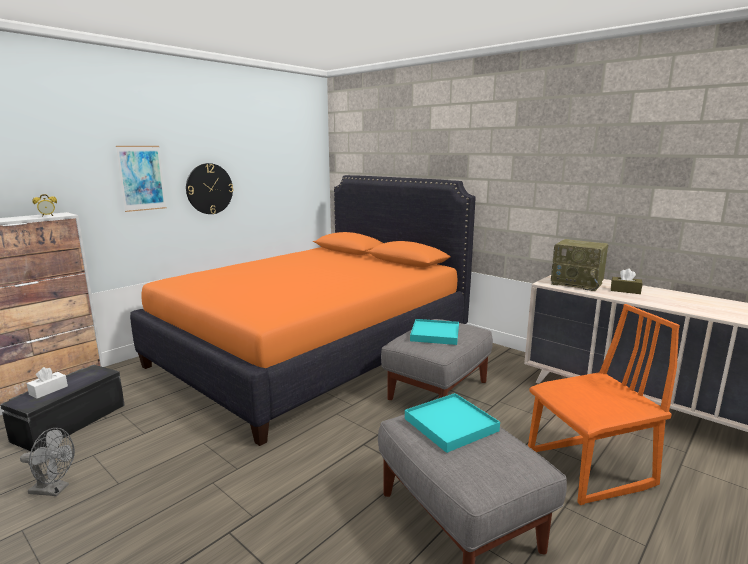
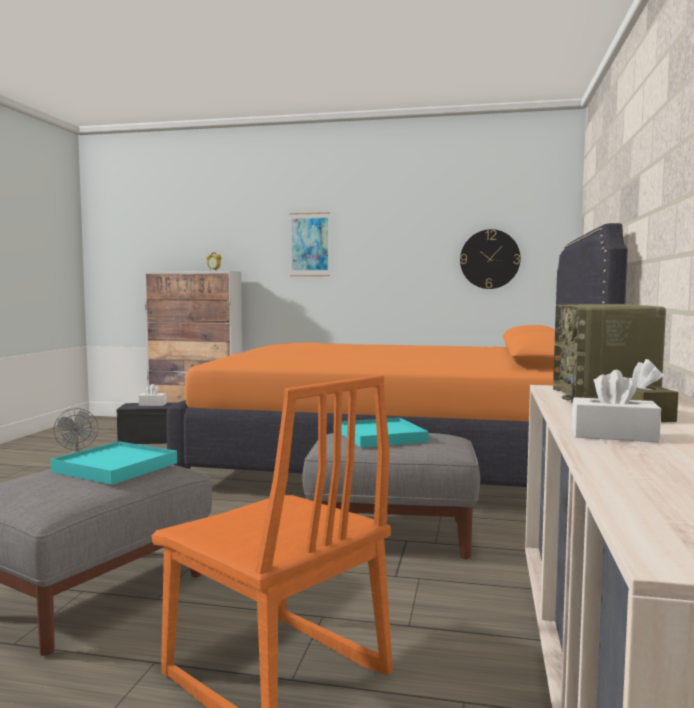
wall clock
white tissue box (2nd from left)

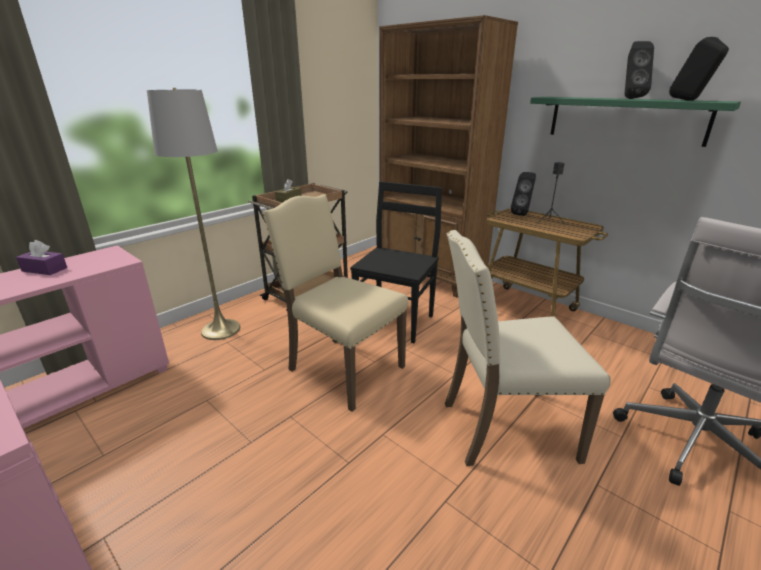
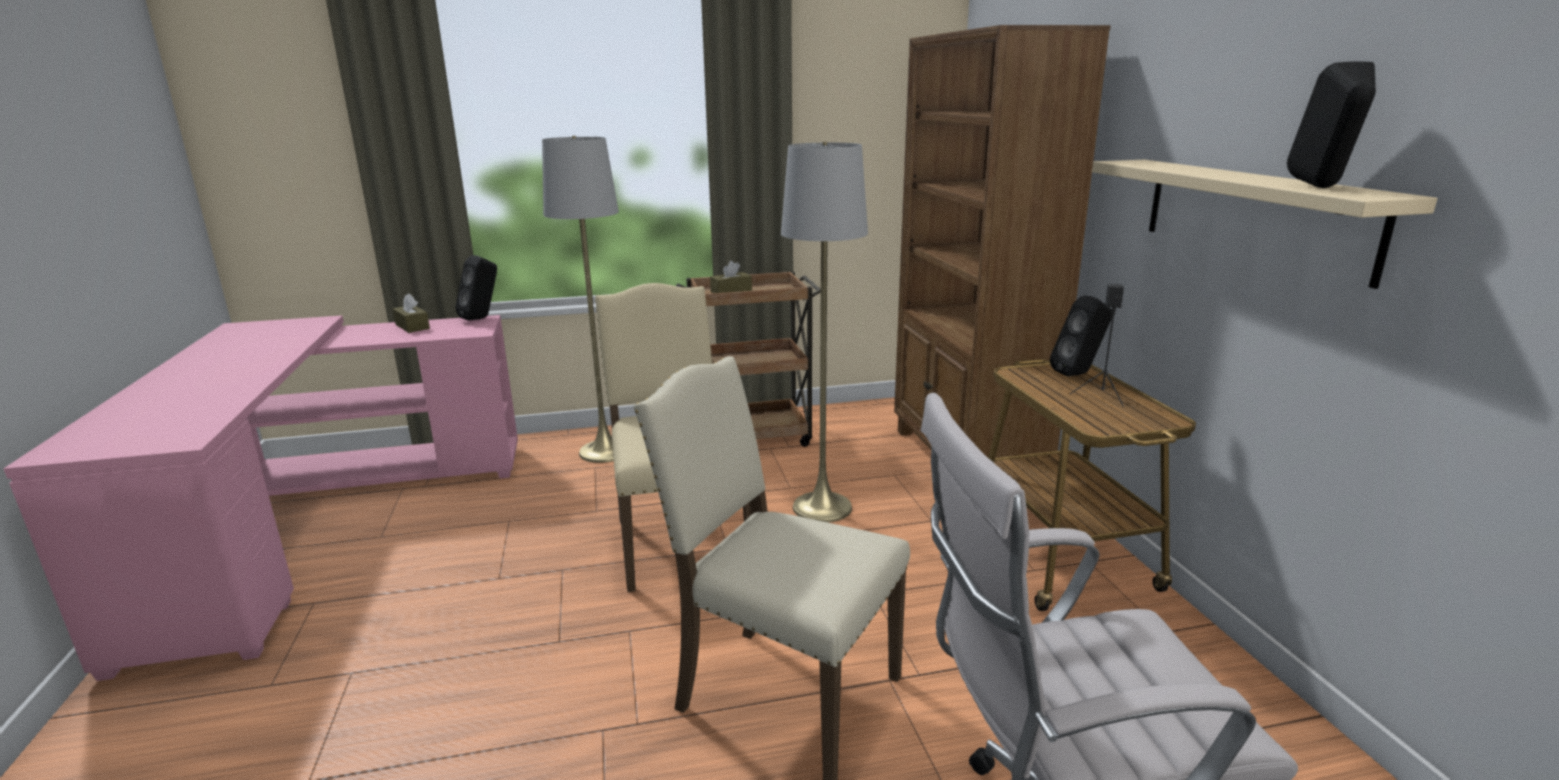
black speaker (1st from left)
beige shelf
grey floor lamp (2nd from left)
brown tissue box (1st from left)

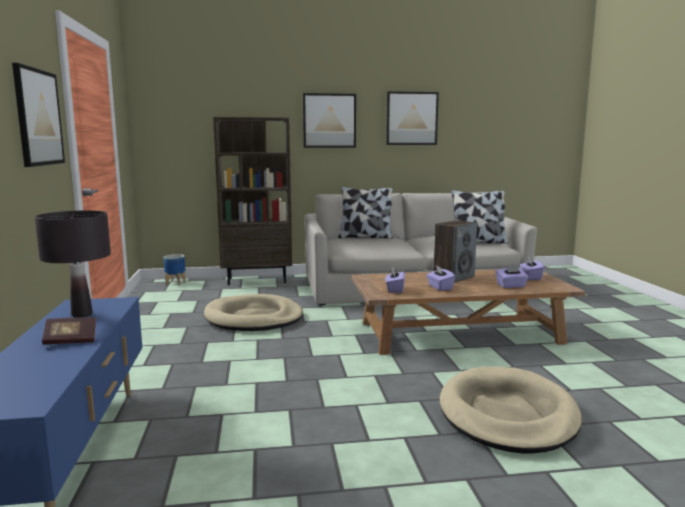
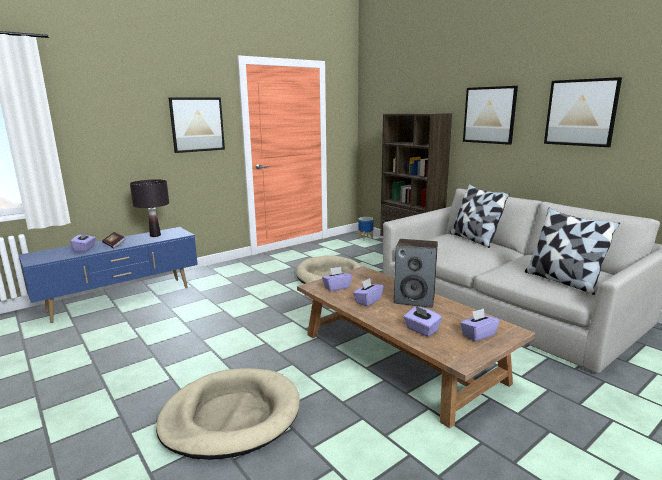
purple tissue box (1st from left)

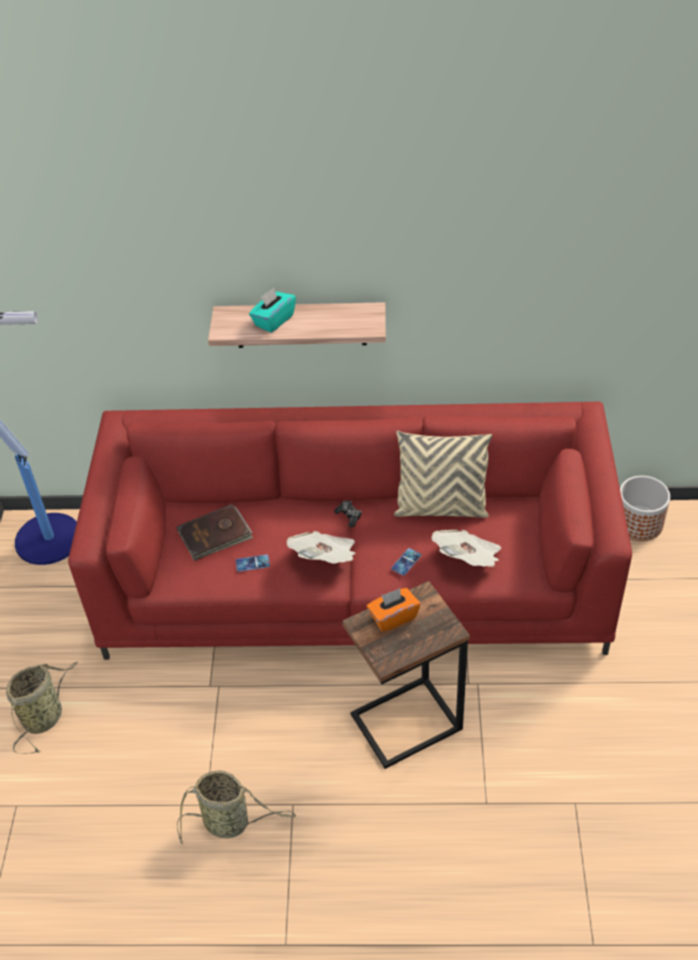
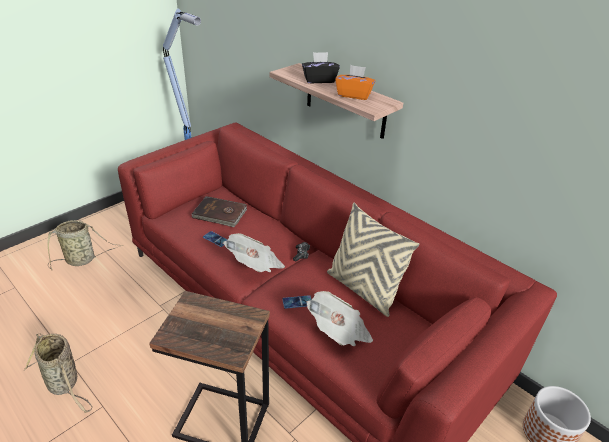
black tissue box
orange tissue box

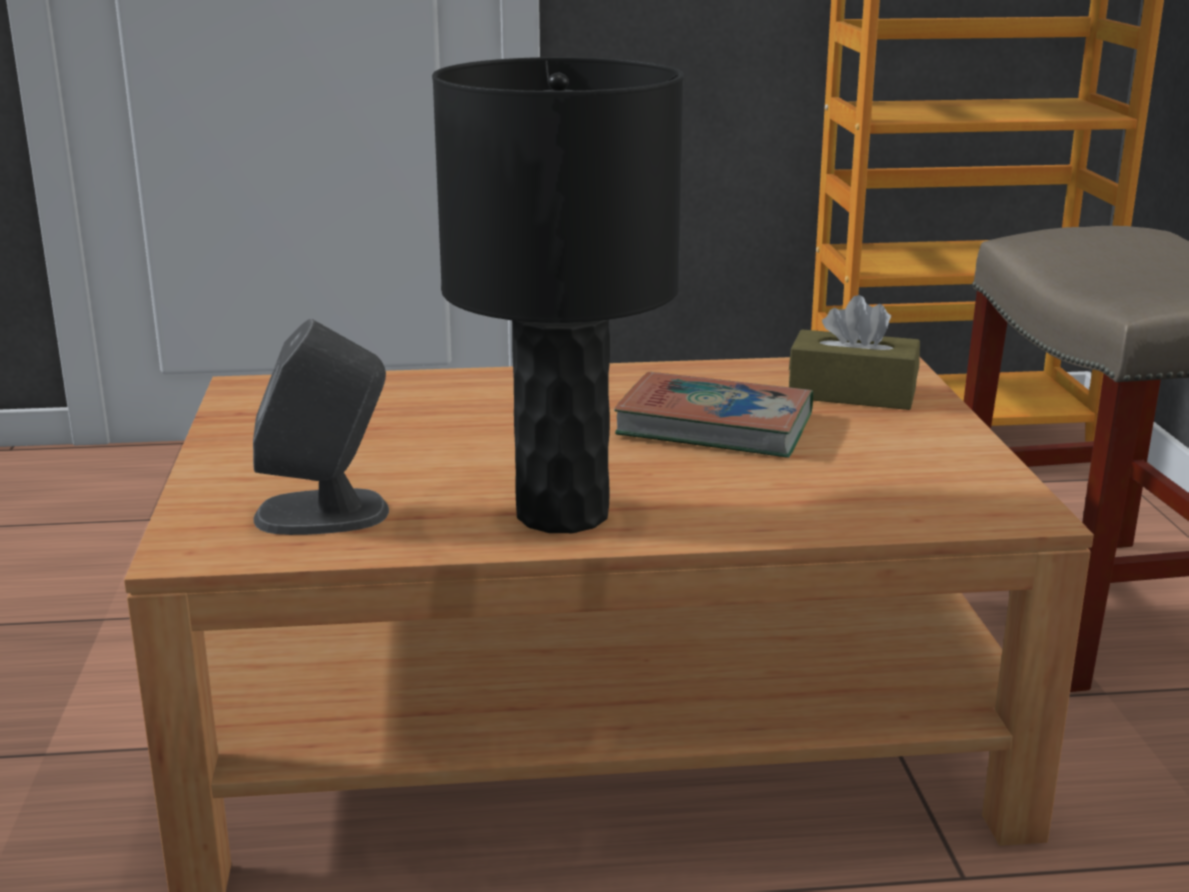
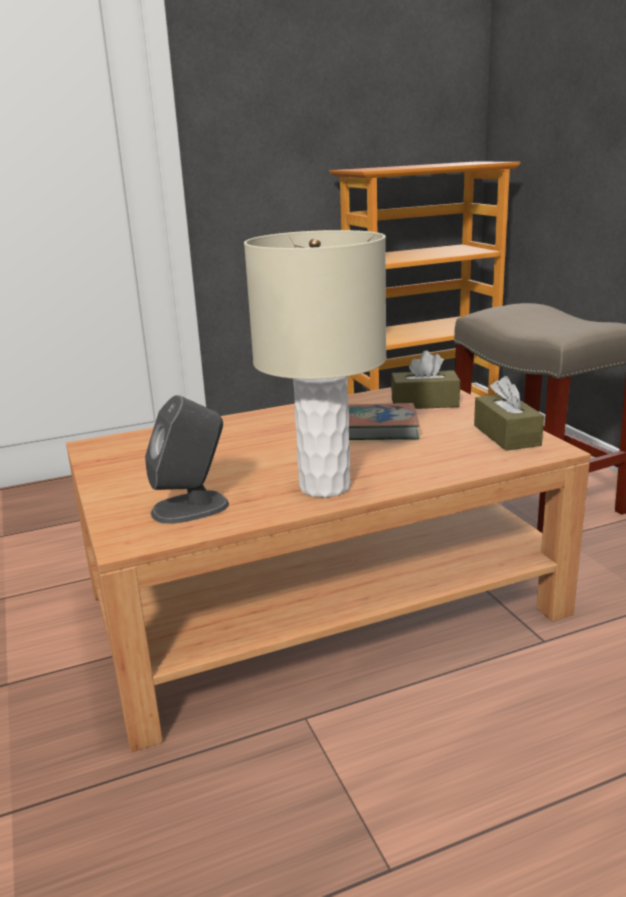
beige table lamp
brown tissue box (2nd from left)

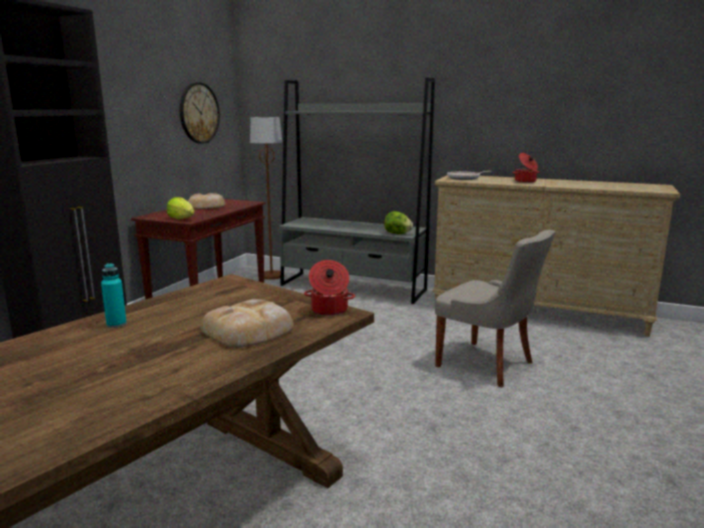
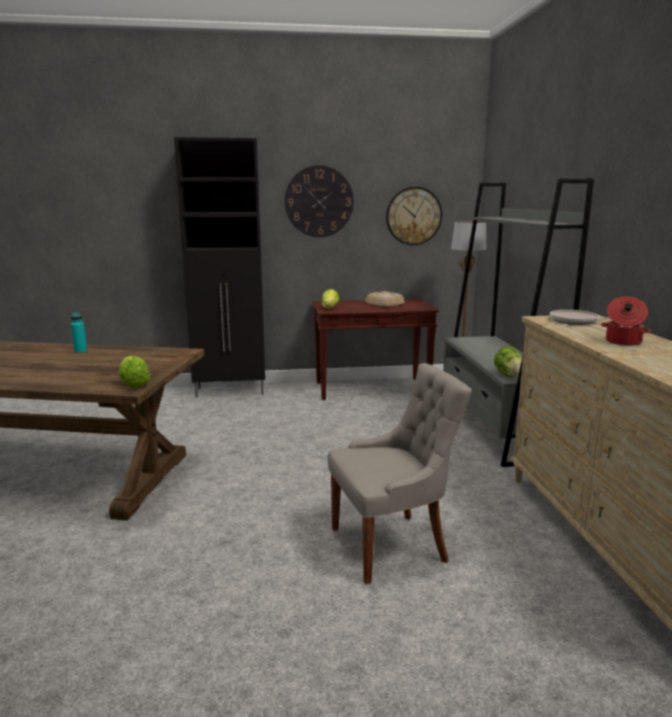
grey chair
lettuce (1st from left)
bread (2nd from left in the first image)
wall clock (1st from left)

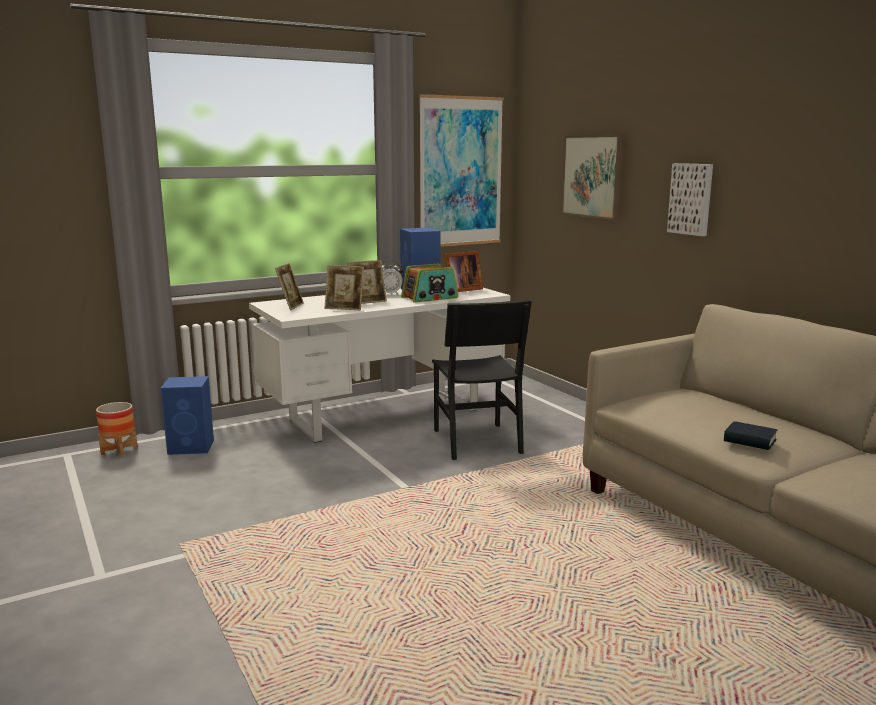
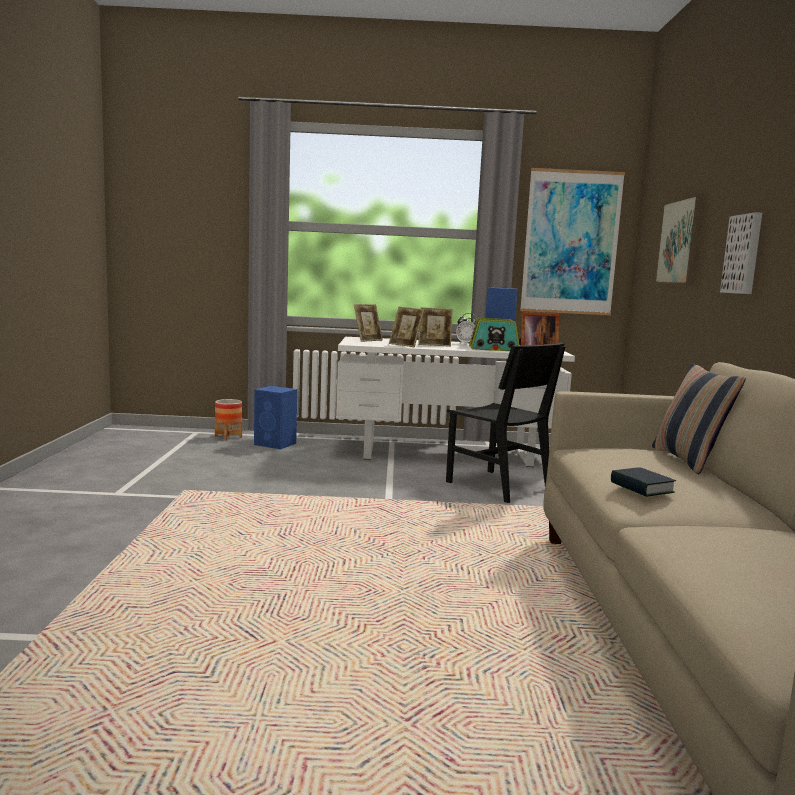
black chair
pillow

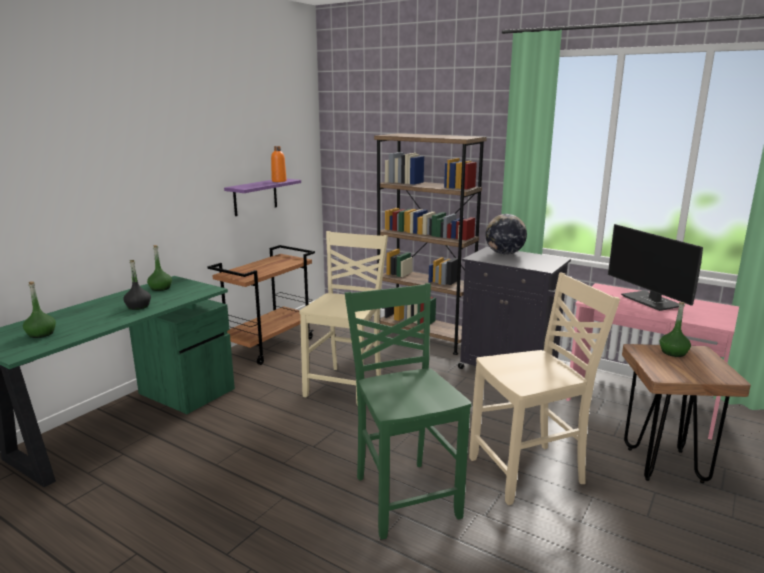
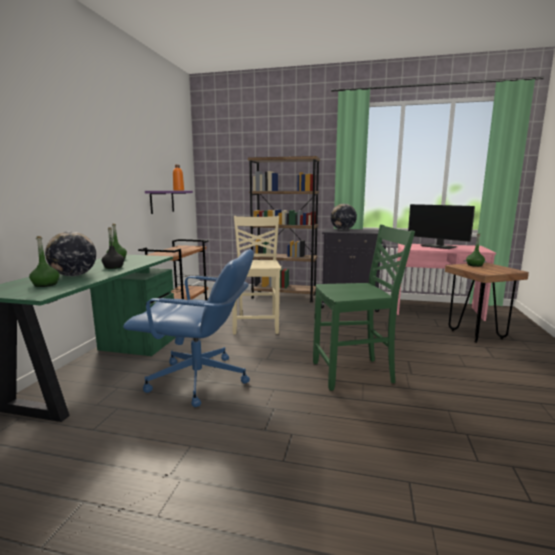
beige chair (2nd from left in the first image)
green chair
globe (1st from left)
blue office chair

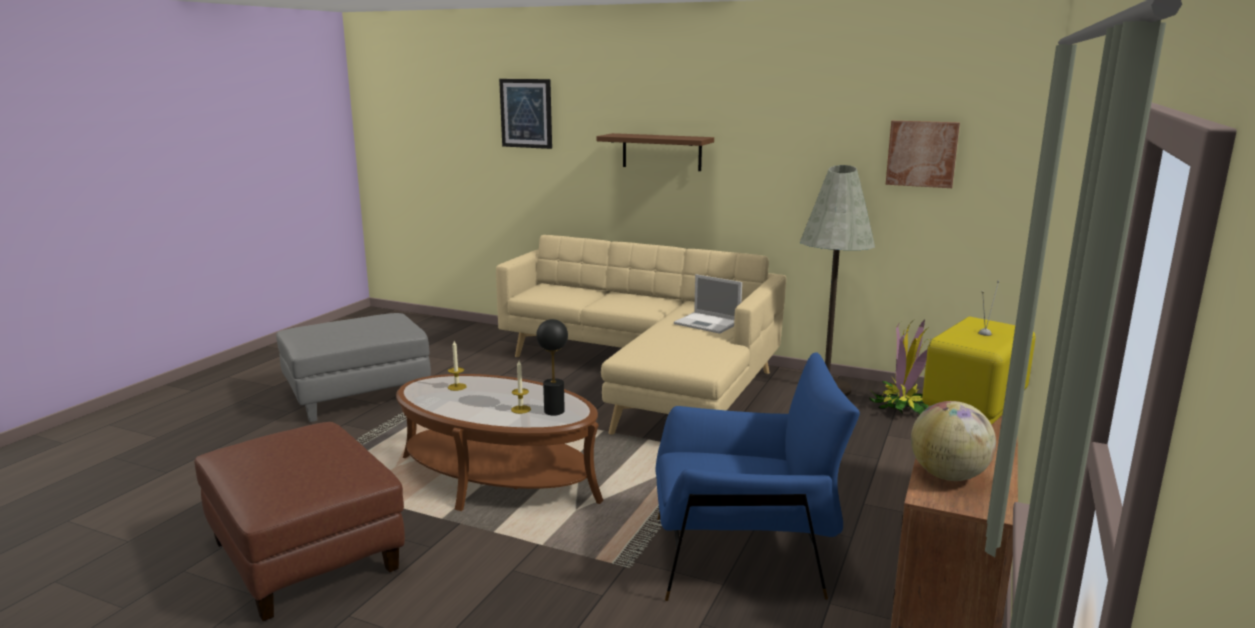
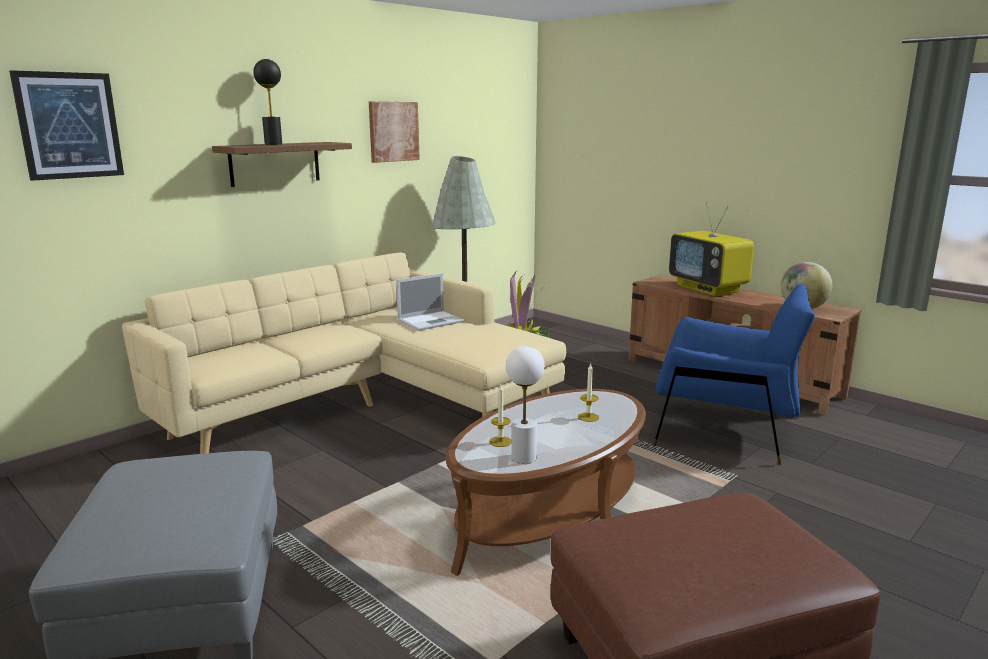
picture (2nd from left)
black table lamp
blue armchair
white table lamp

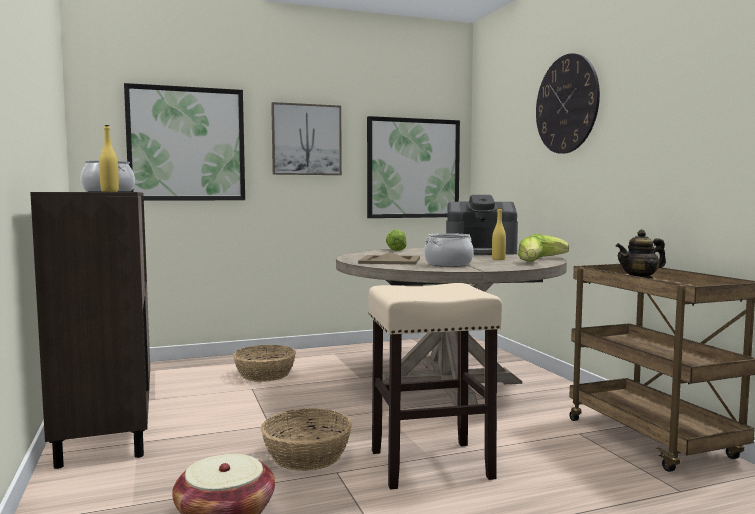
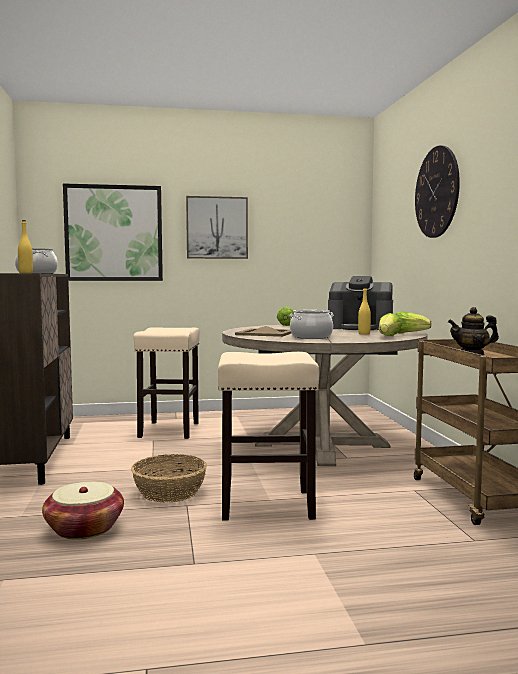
picture (3rd from left in the first image)
beige stool (1st from left)

